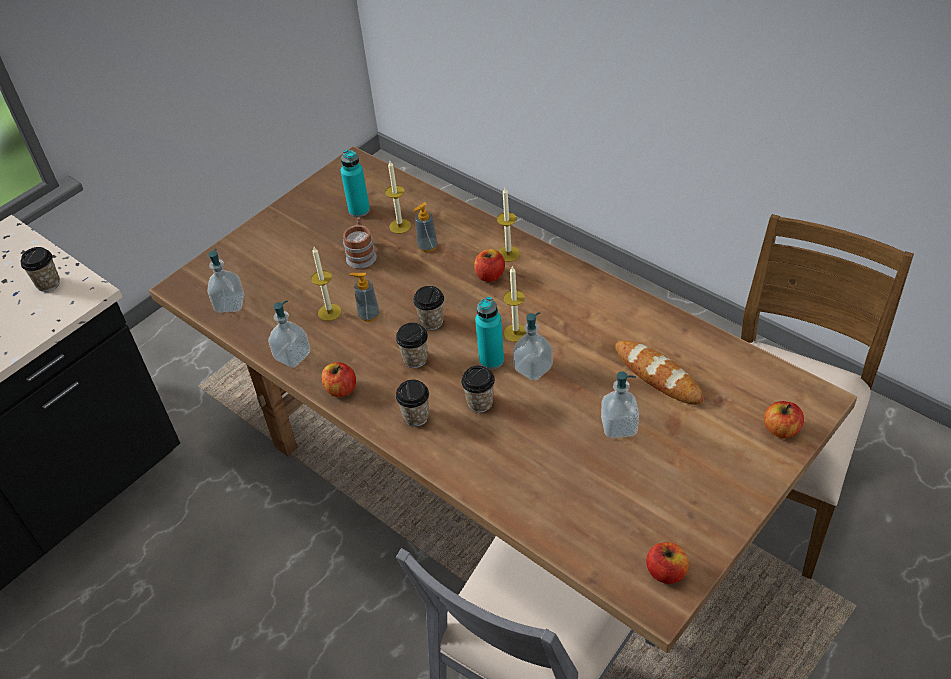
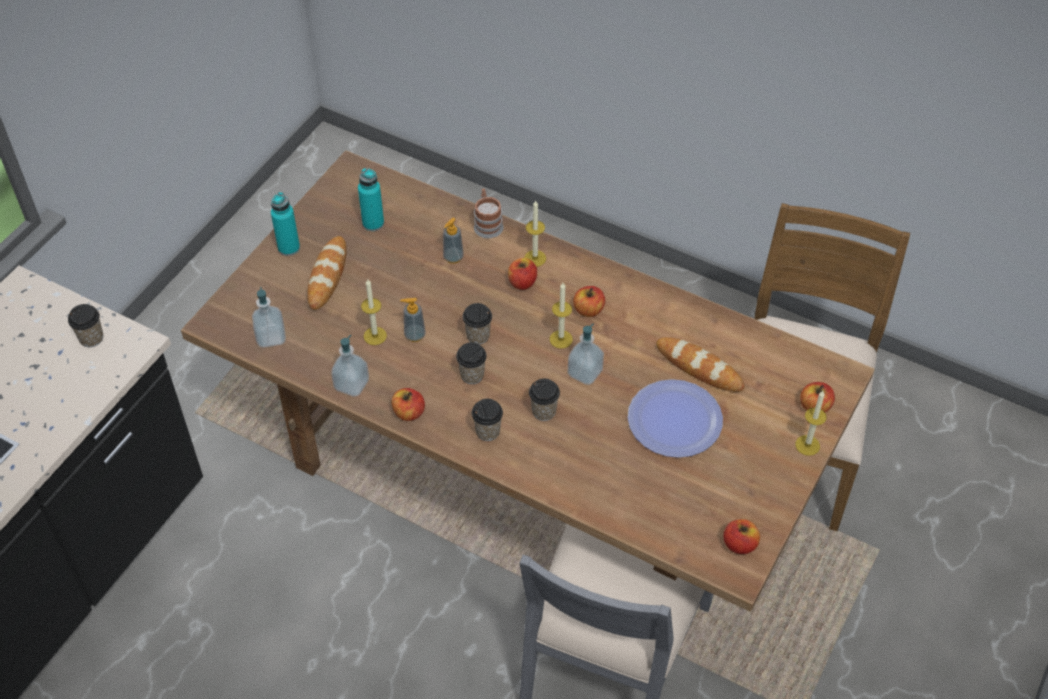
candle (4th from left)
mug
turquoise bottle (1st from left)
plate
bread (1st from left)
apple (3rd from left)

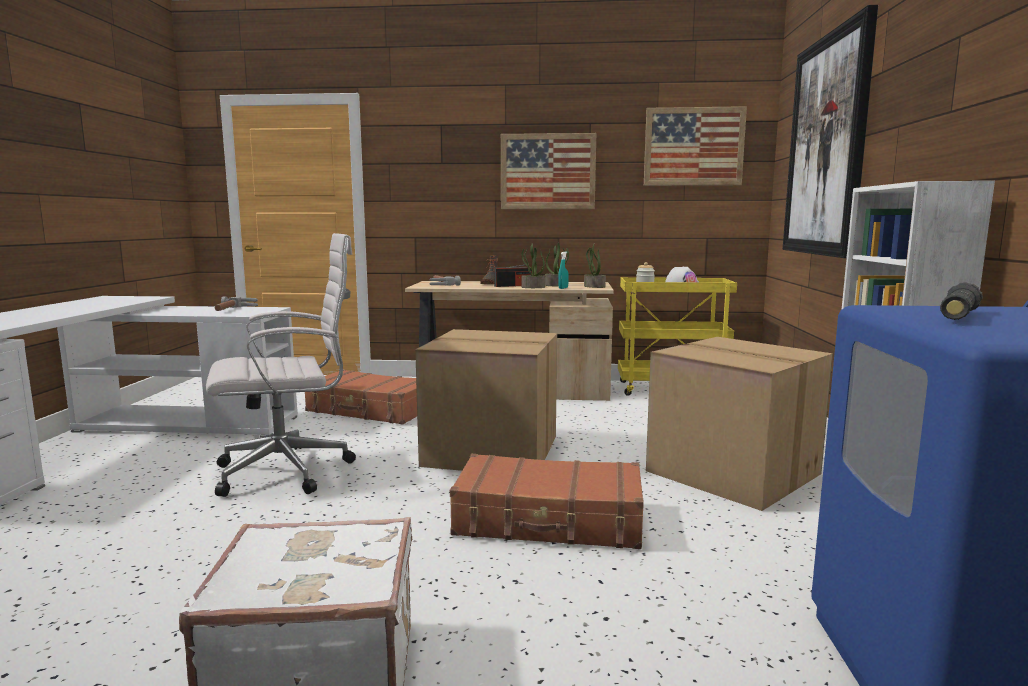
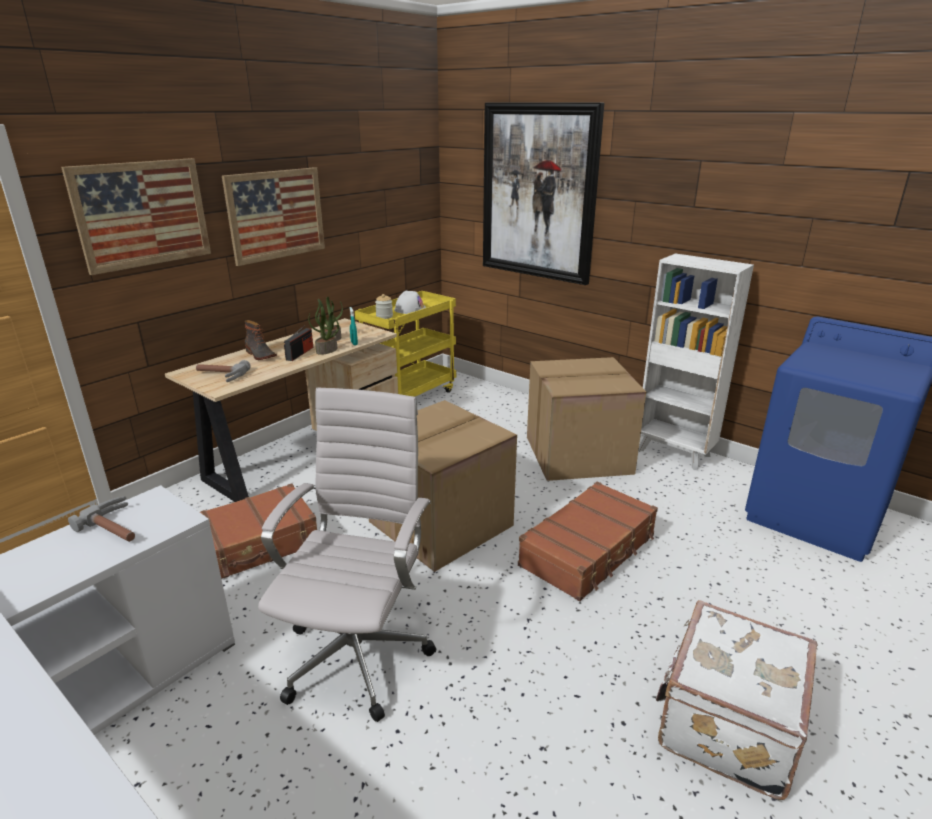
picture (1st from left)
potted plant (3rd from left in the first image)
black flashlight

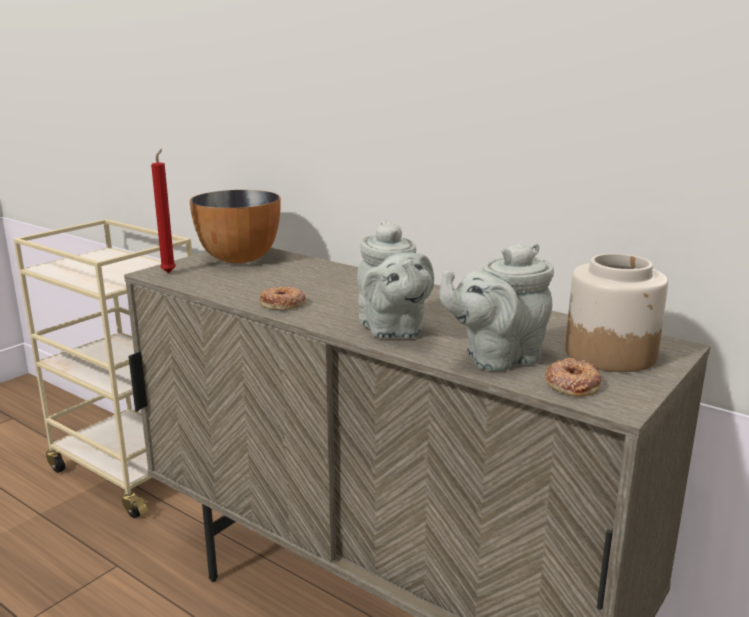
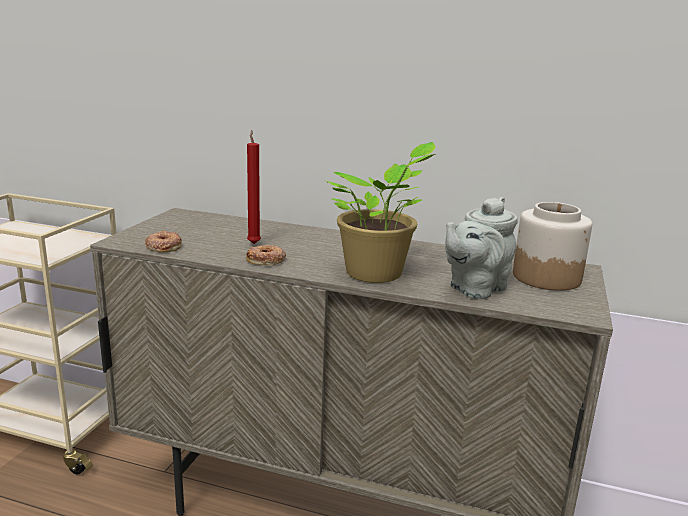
red candle
bowl
potted plant
donut (1st from left)

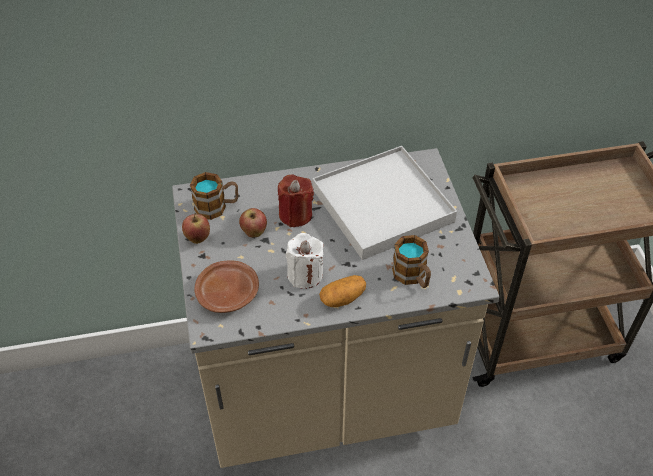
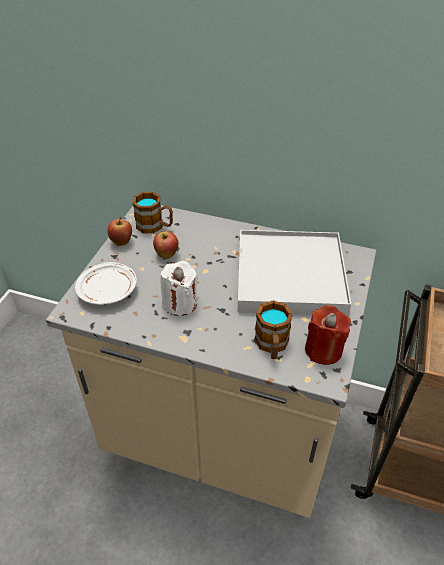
red candle
white plate
potato

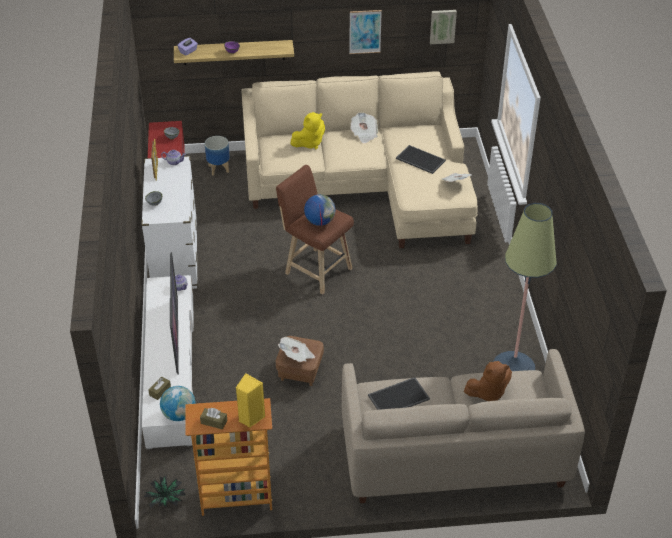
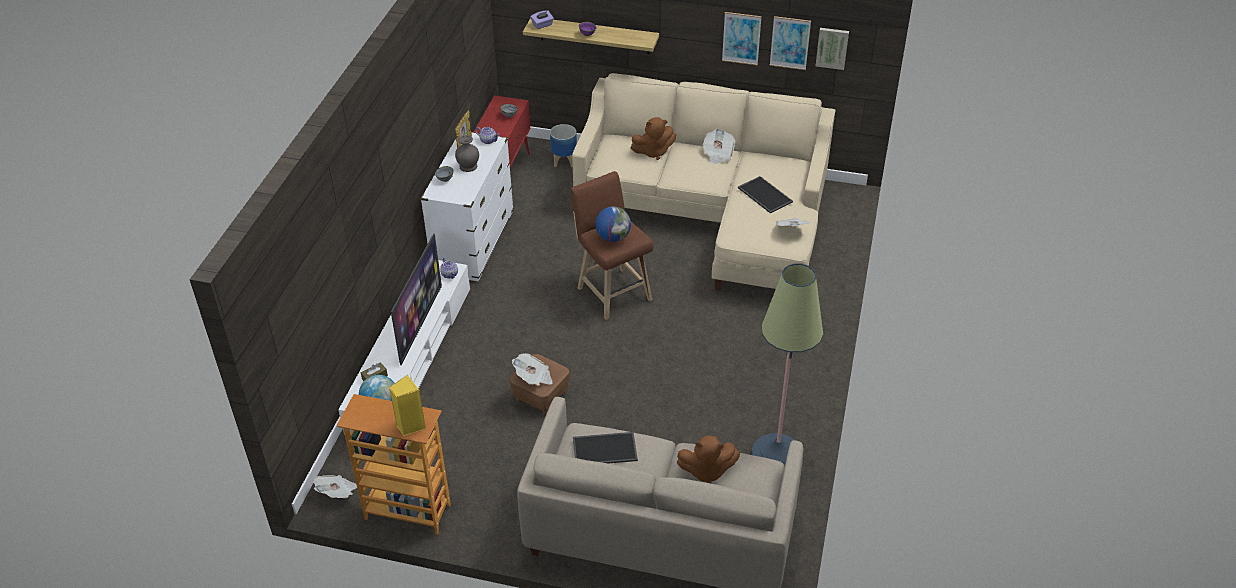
brown plush toy (1st from left)
brown tissue box (2nd from left in the first image)
newspaper (1st from left)
picture (2nd from left)
grey vase

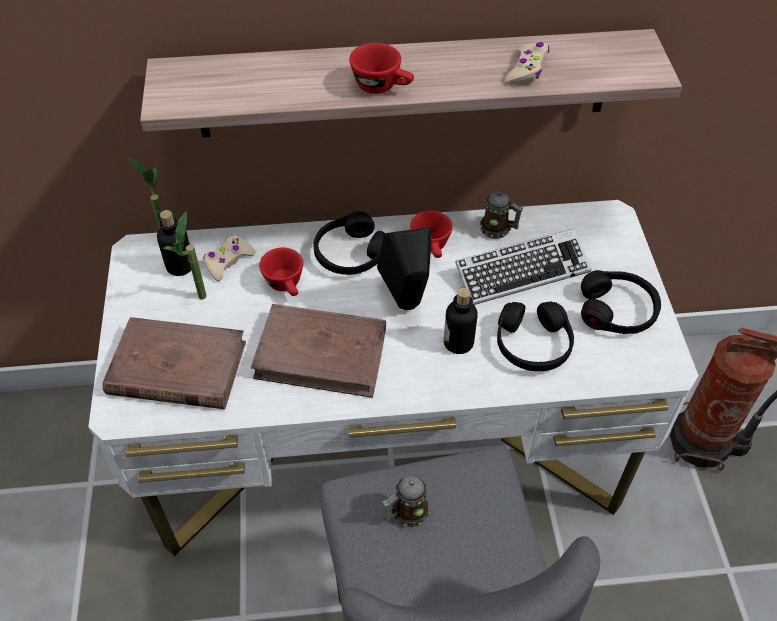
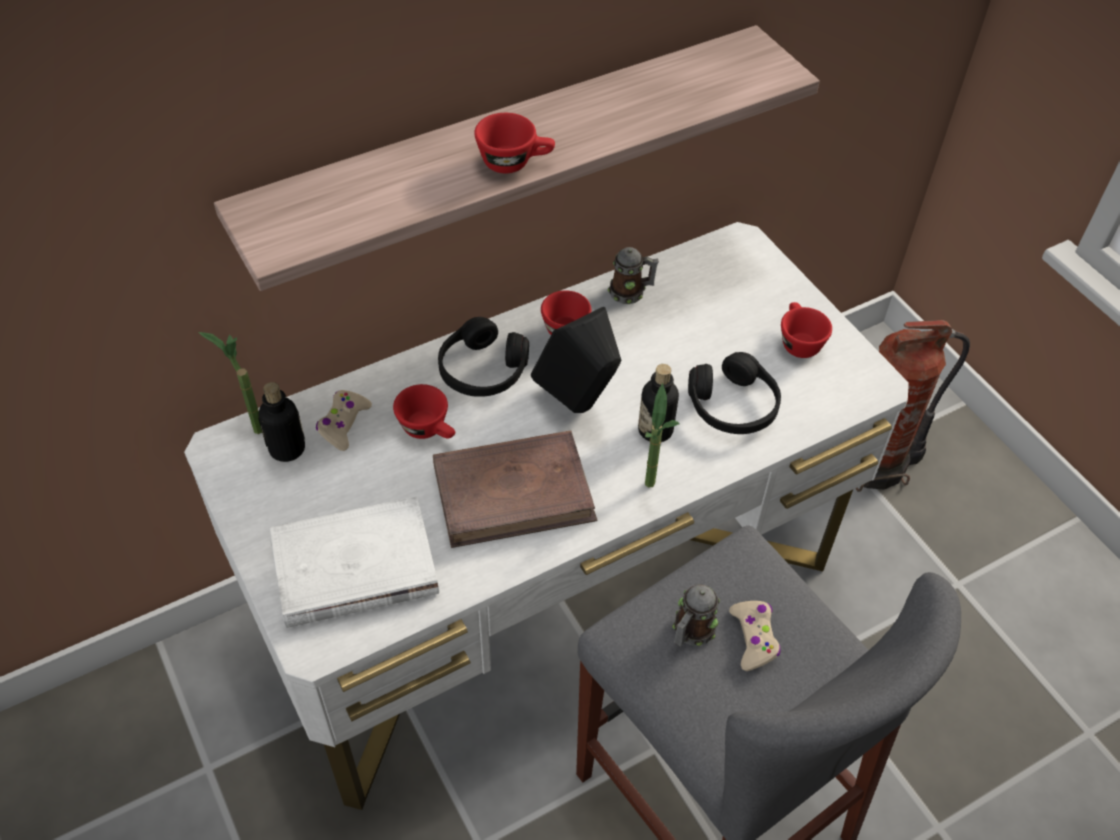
beige game controller (2nd from left)
potted plant (2nd from left)
keyboard
red cup (4th from left)
white book

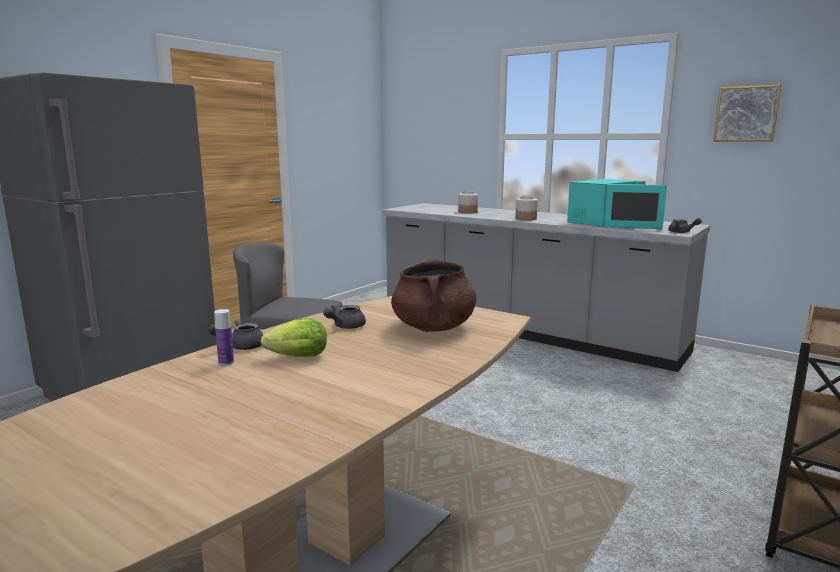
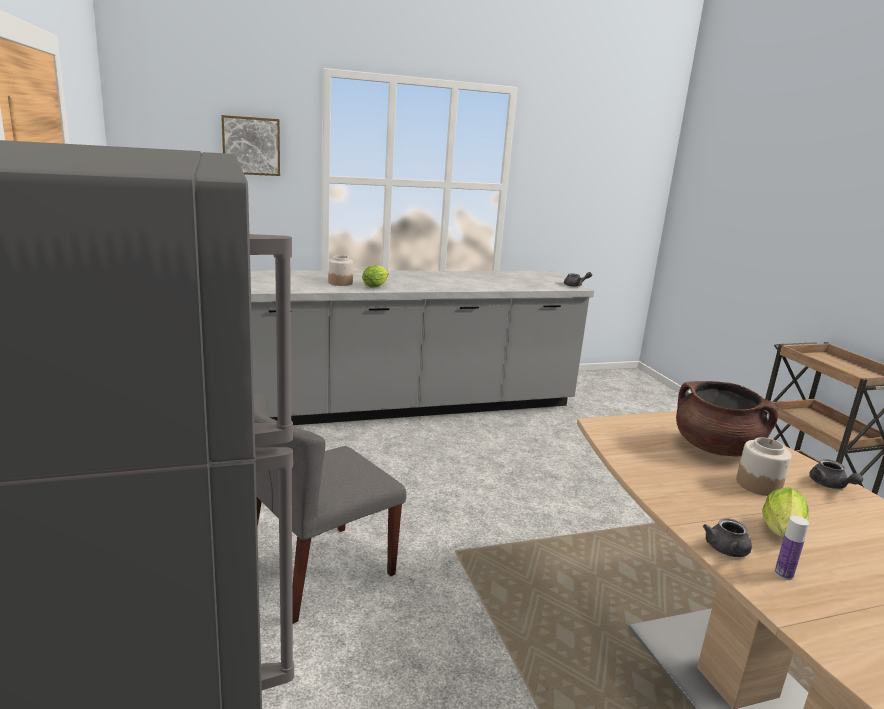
picture
turquoise microwave
jar (2nd from left)
grey teapot (3rd from left)
lettuce (1st from left)

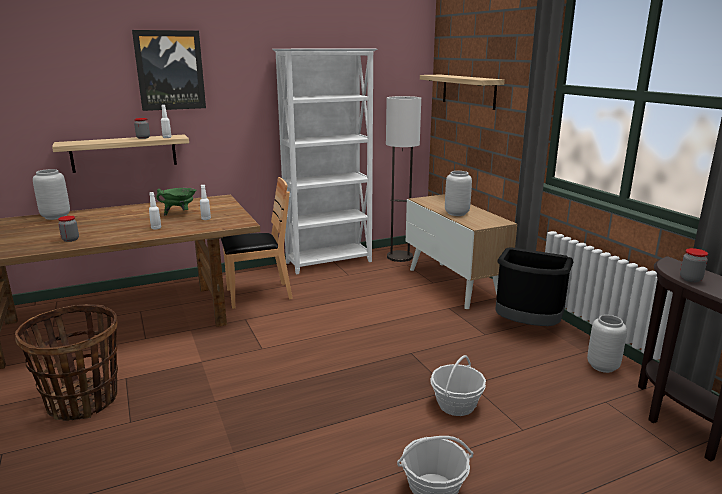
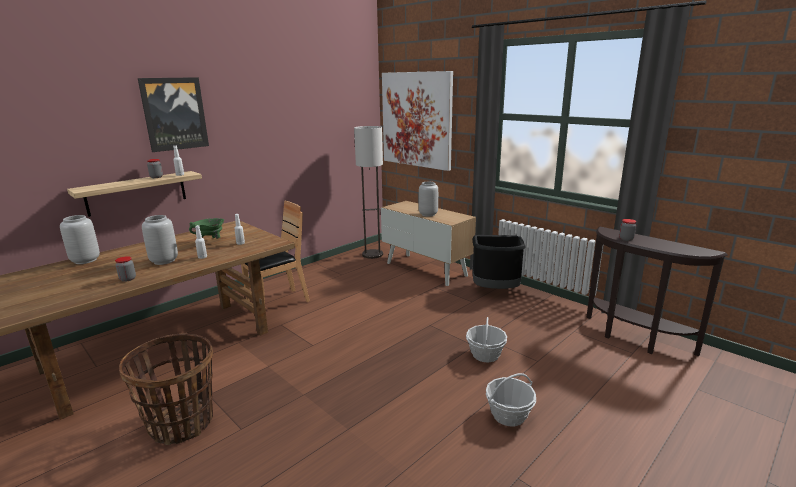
white bookcase
picture (2nd from left)
grey vase (2nd from left)

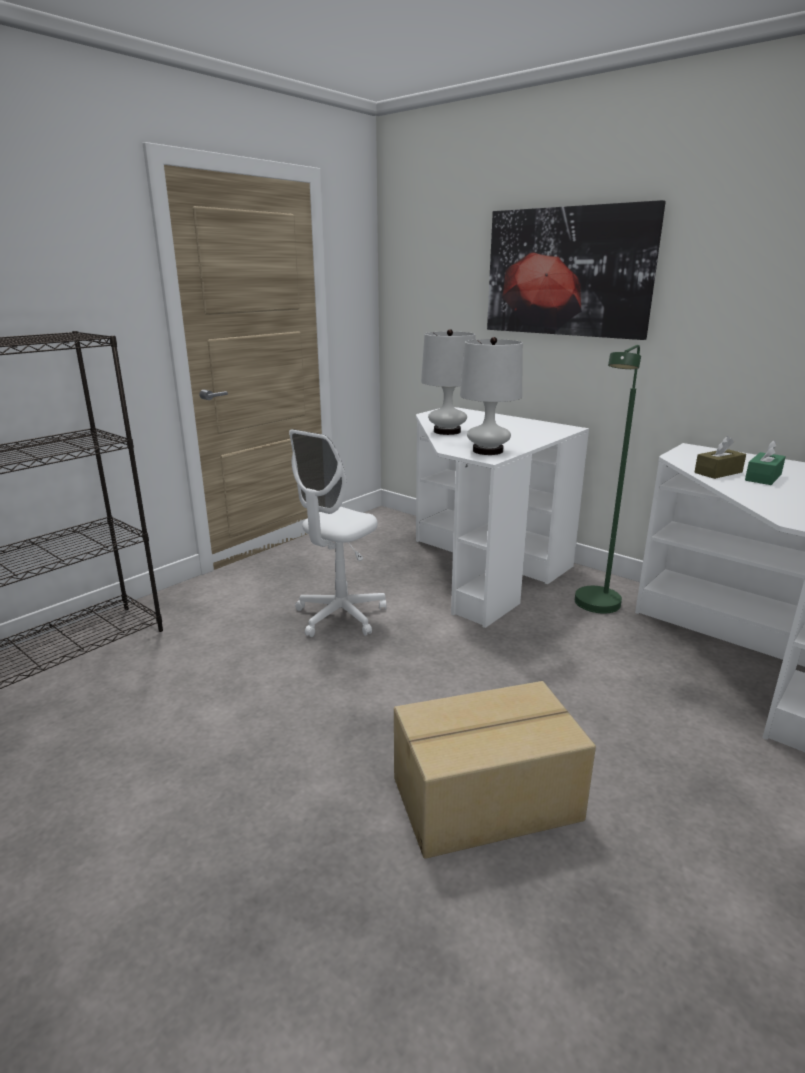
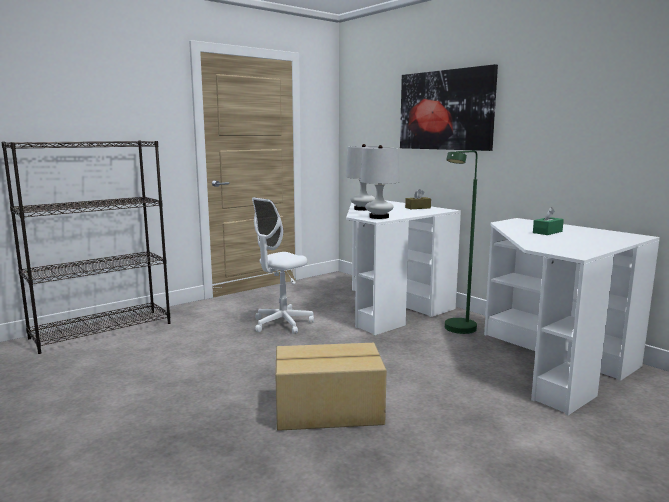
brown tissue box

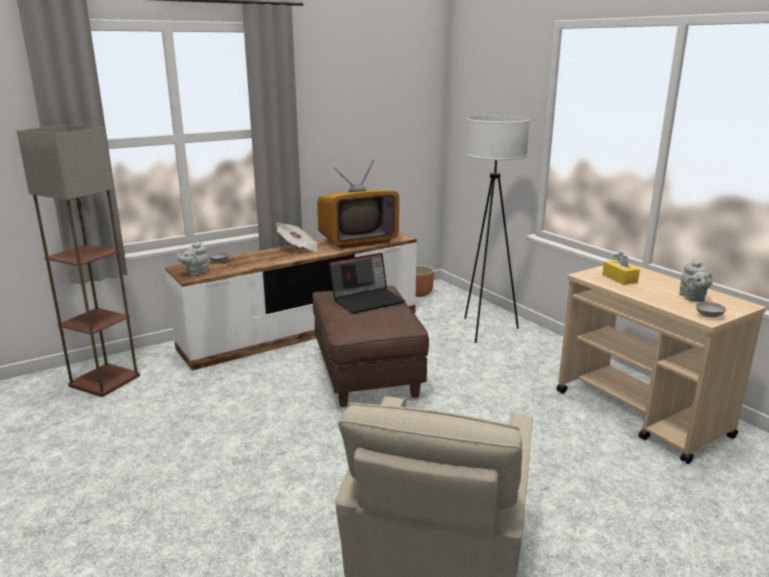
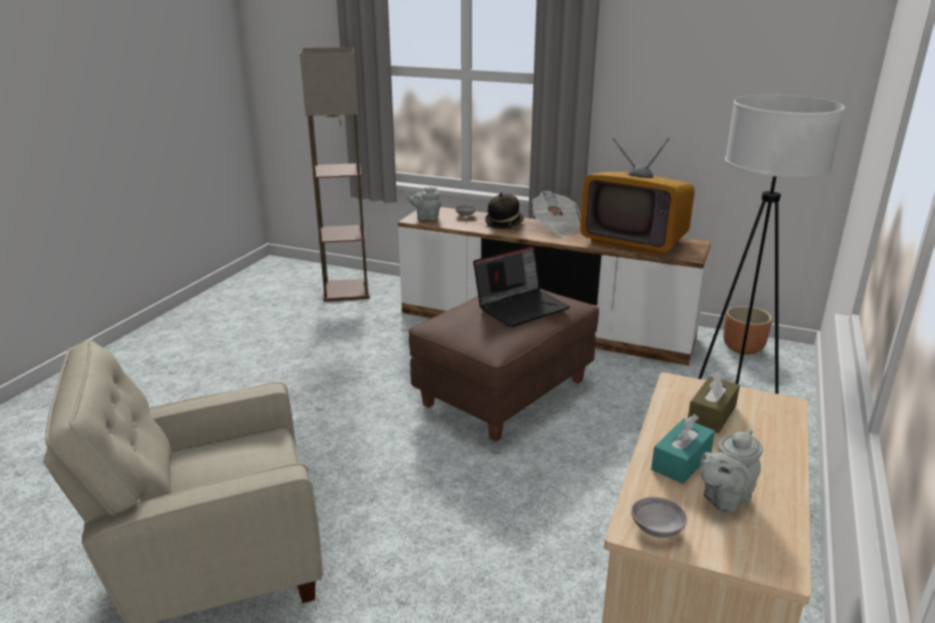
brown tissue box
laptop
hat
turquoise tissue box

